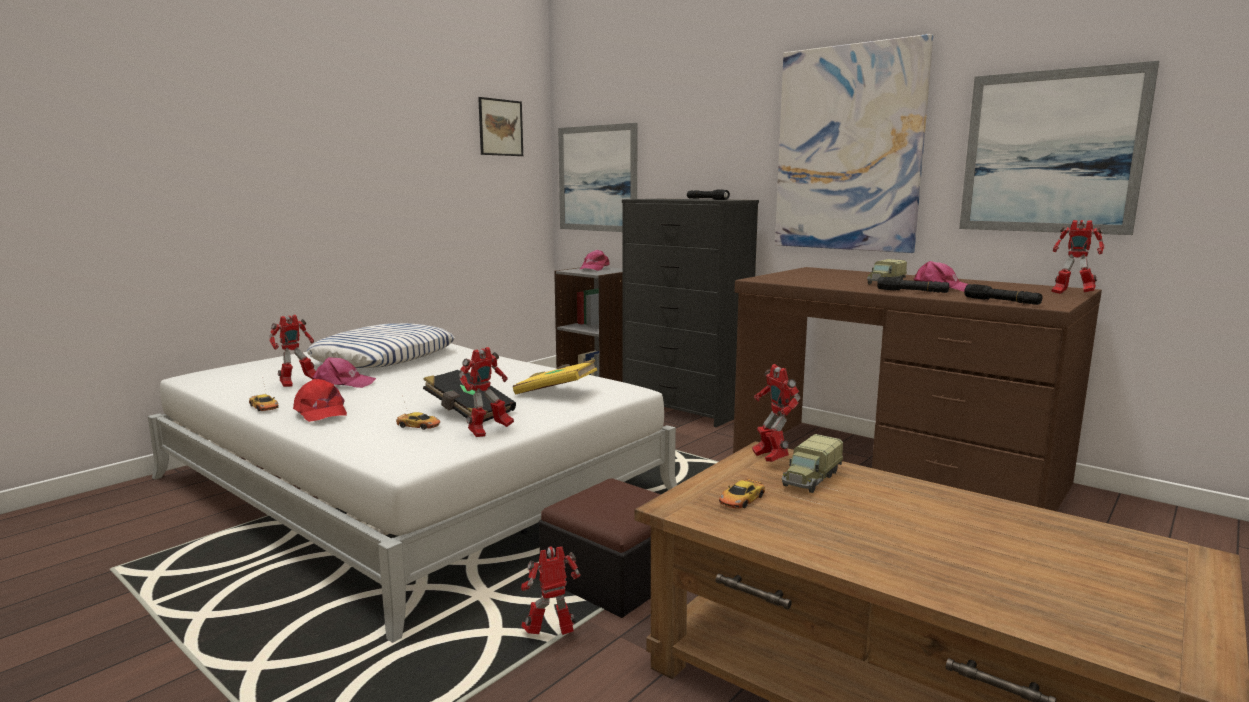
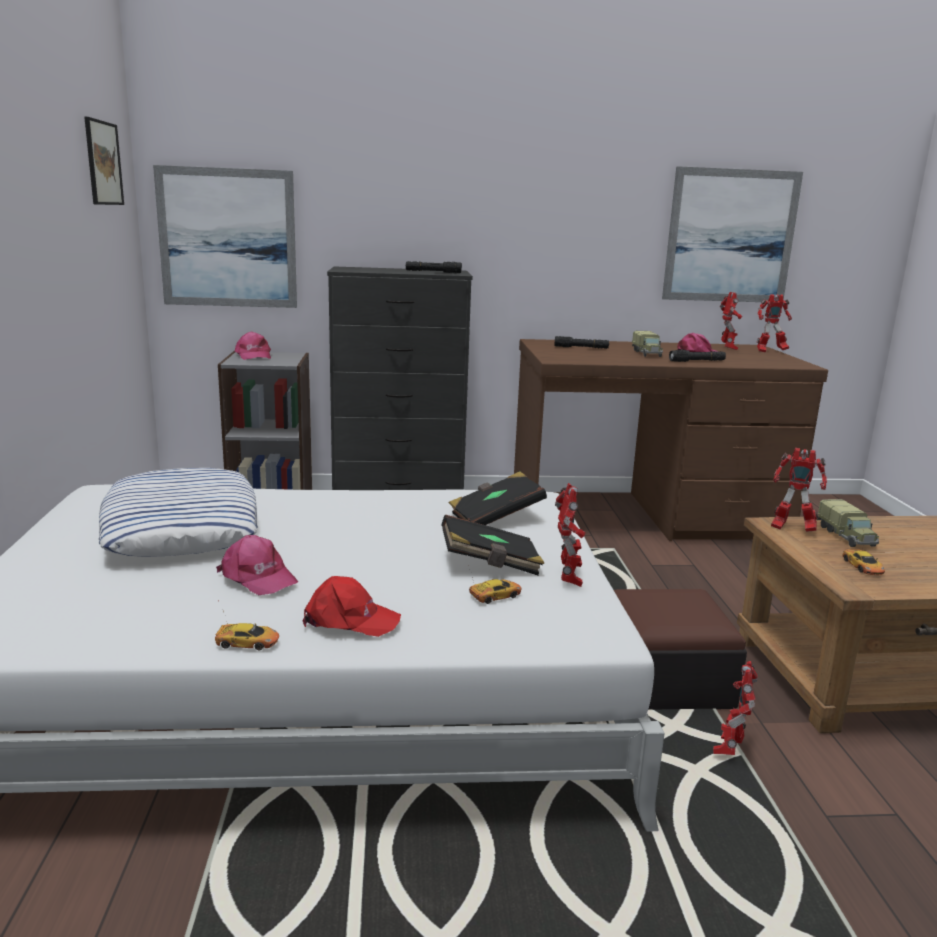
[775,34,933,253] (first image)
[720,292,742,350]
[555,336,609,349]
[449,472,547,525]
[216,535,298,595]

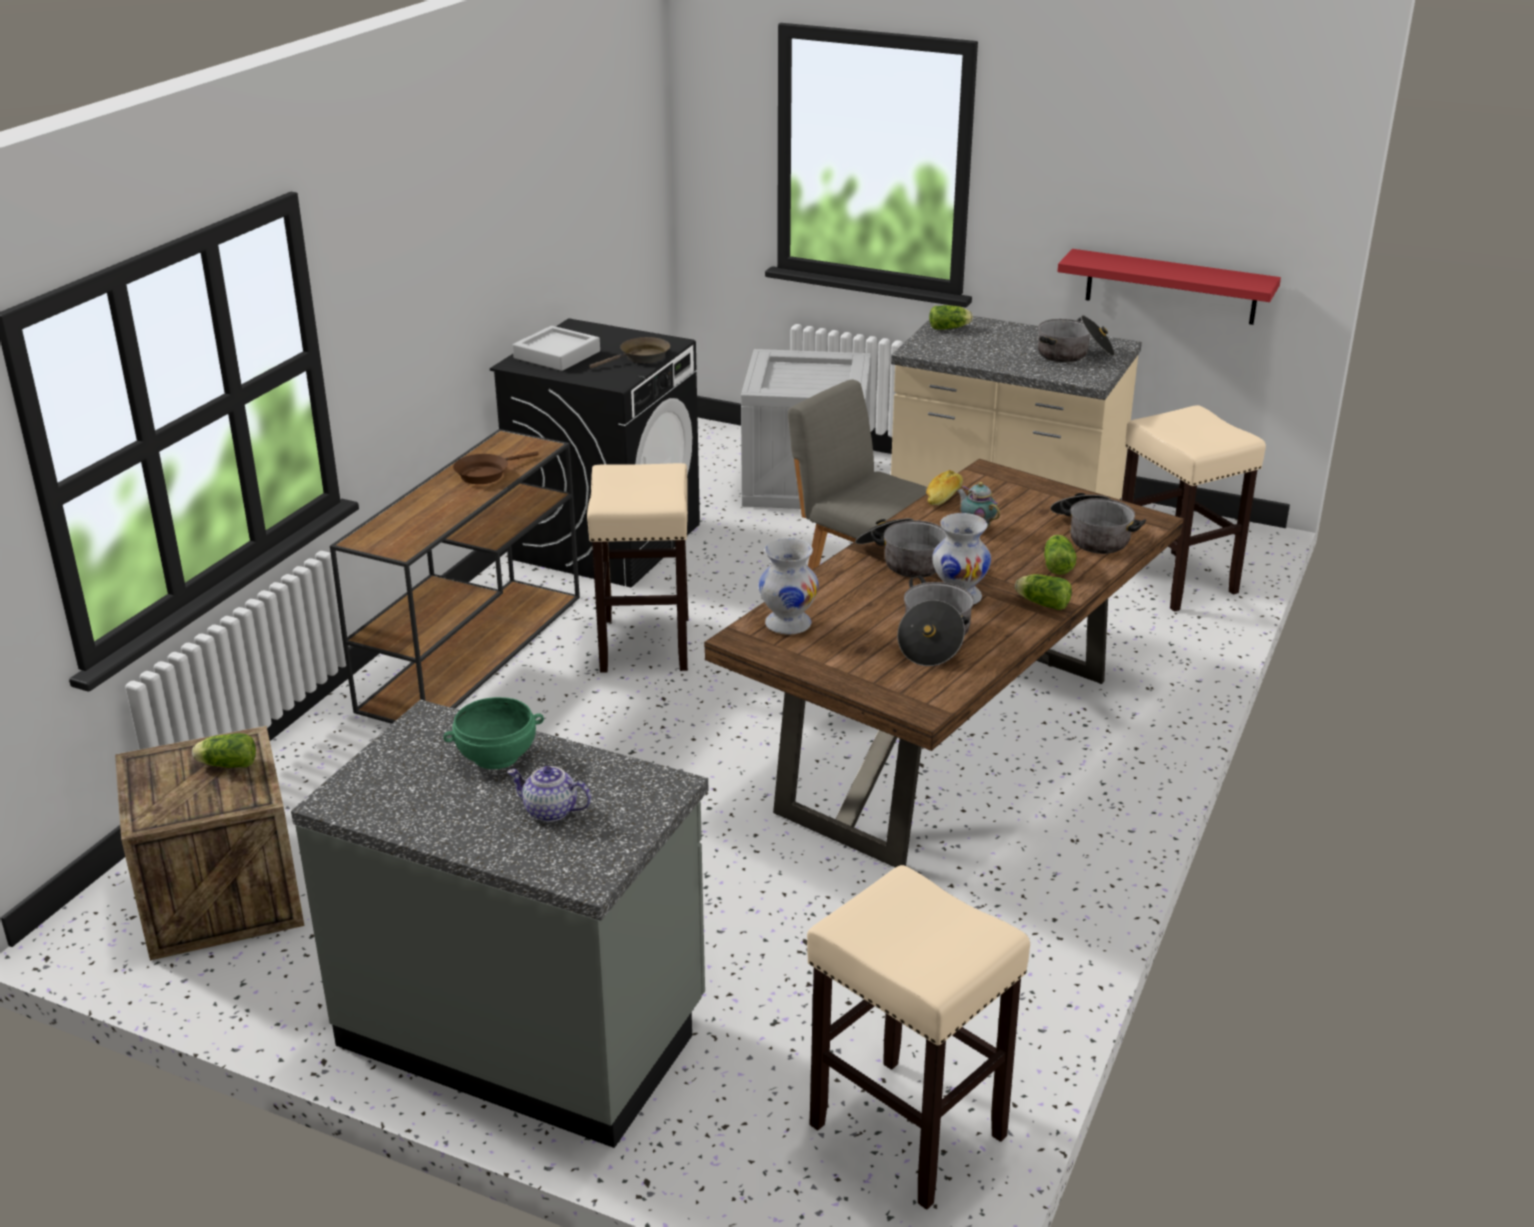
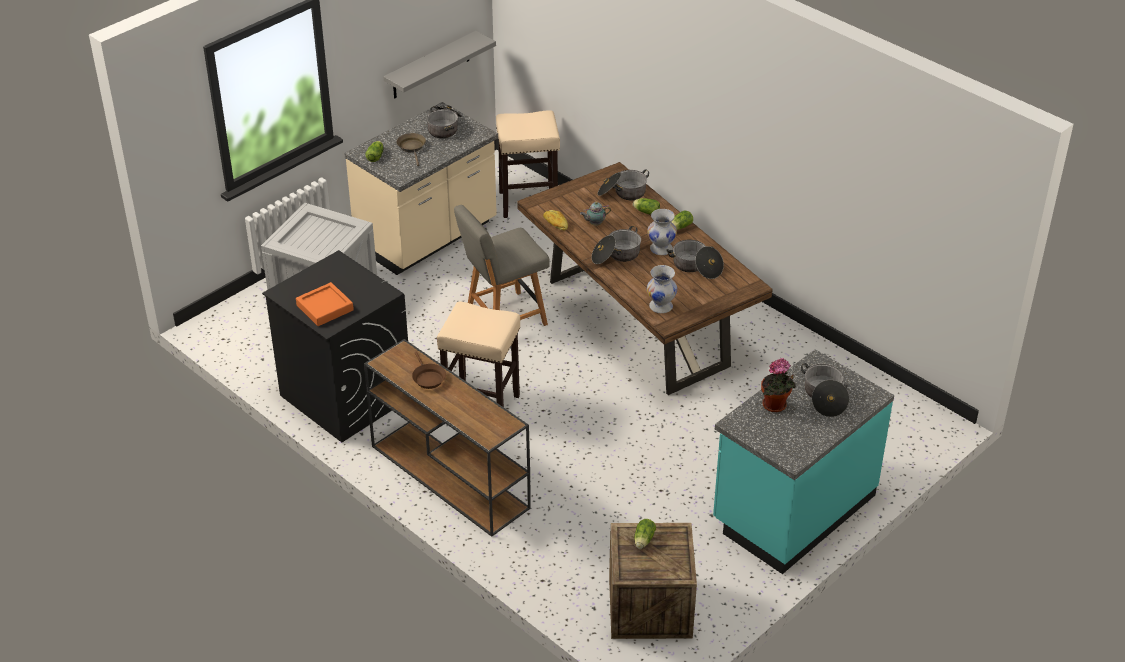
[807,865,1030,1210] (first image)
[397,133,426,166]
[761,358,796,412]
[801,363,850,417]
[713,349,894,574]
[296,282,354,326]
[384,31,496,99]

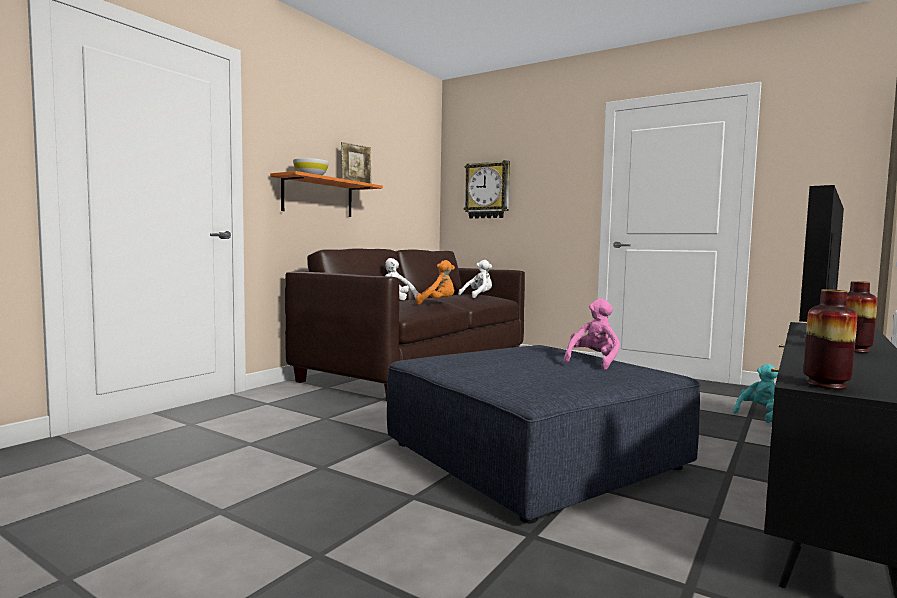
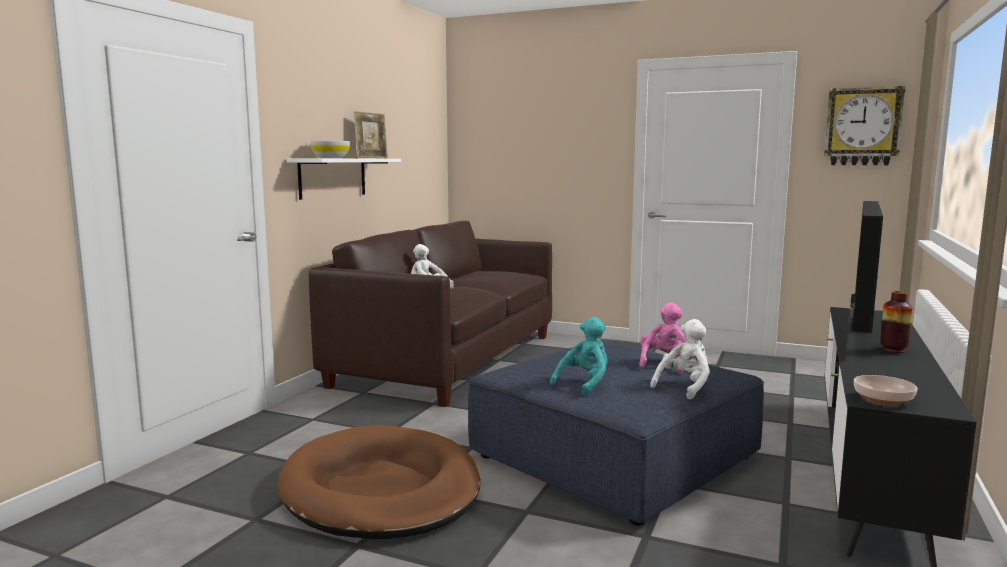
[416,260,455,305] (first image)
[278,425,480,539]
[650,319,710,399]
[824,86,905,165]
[550,317,607,396]
[854,375,918,406]
[287,159,401,200]

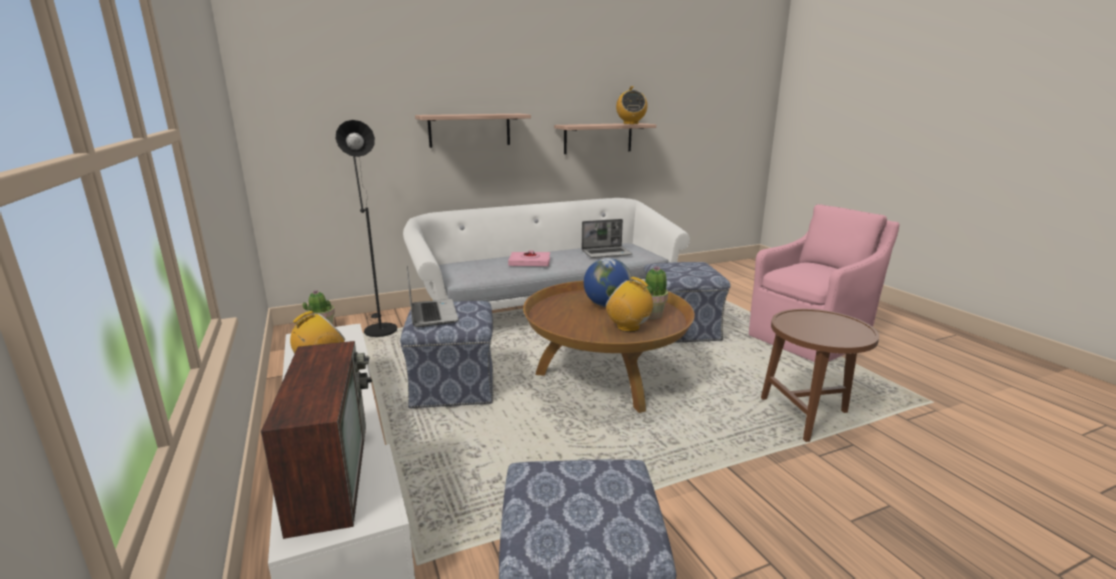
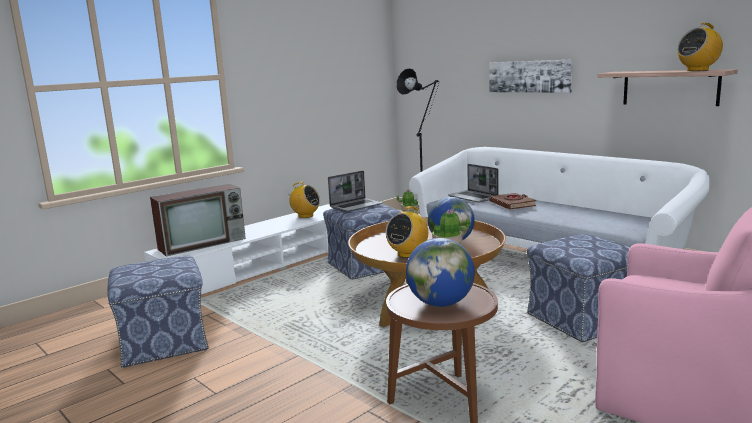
[406,238,475,307]
[448,164,498,203]
[489,59,573,93]
[489,193,536,209]
[386,206,428,258]

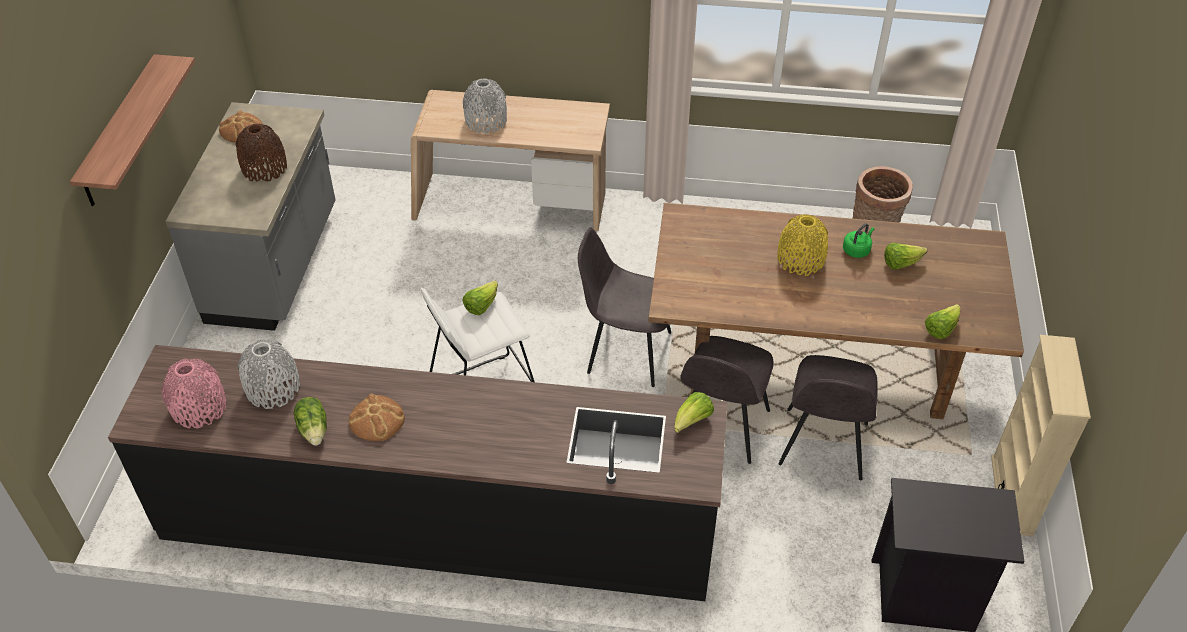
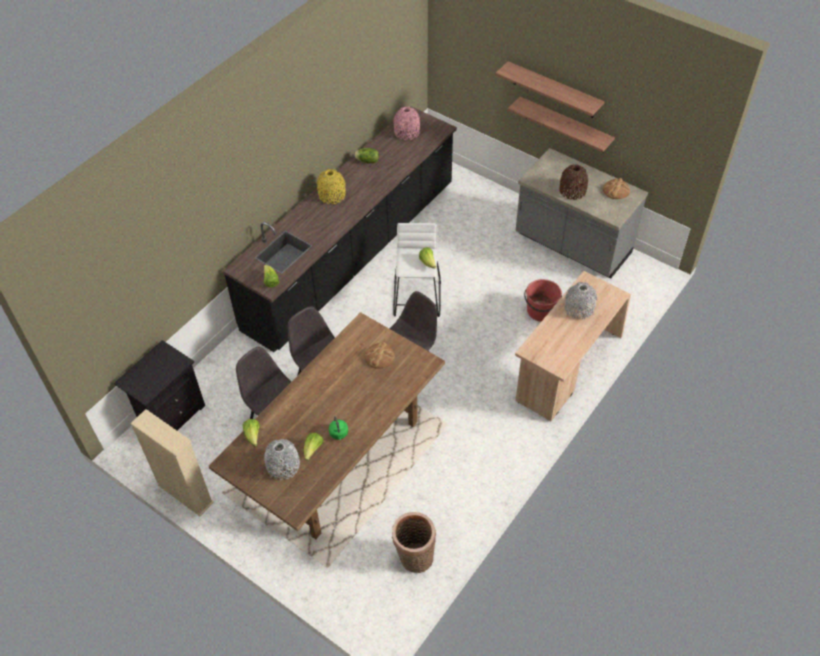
[508,97,615,153]
[524,279,562,321]
[264,439,300,480]
[364,342,395,369]
[317,169,346,204]

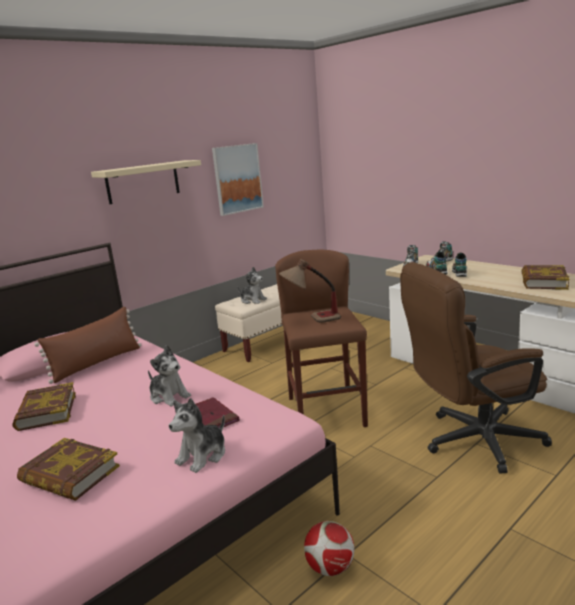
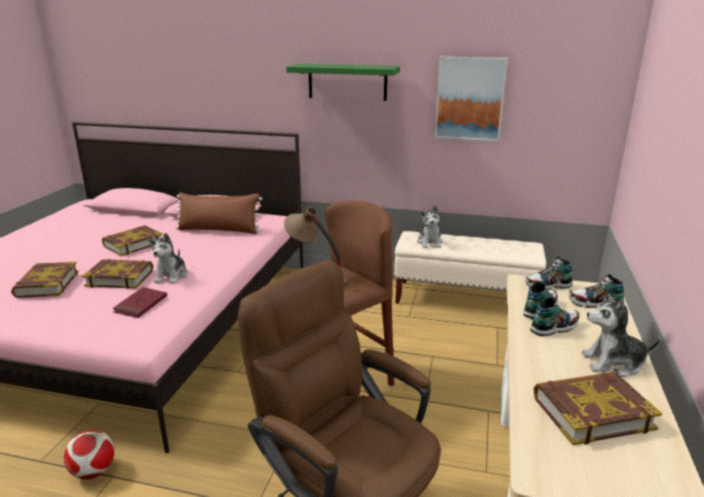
[82,259,153,289]
[582,294,660,377]
[286,64,400,101]

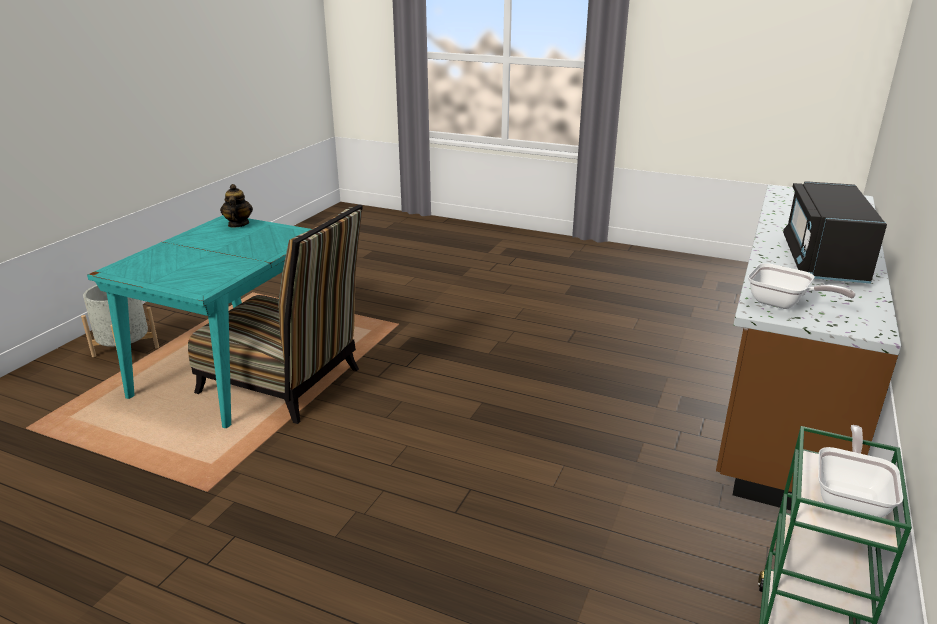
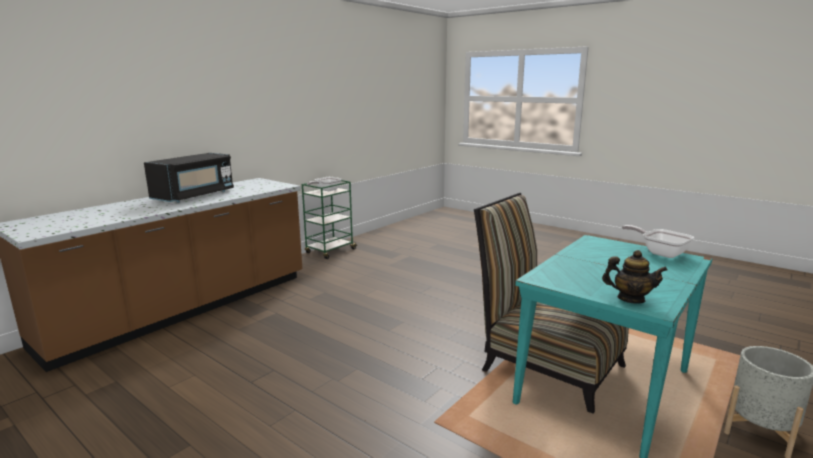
[622,225,694,258]
[602,250,668,304]

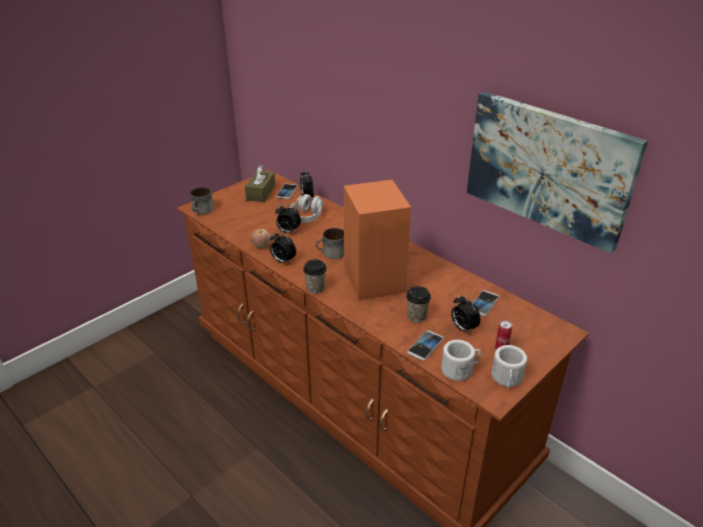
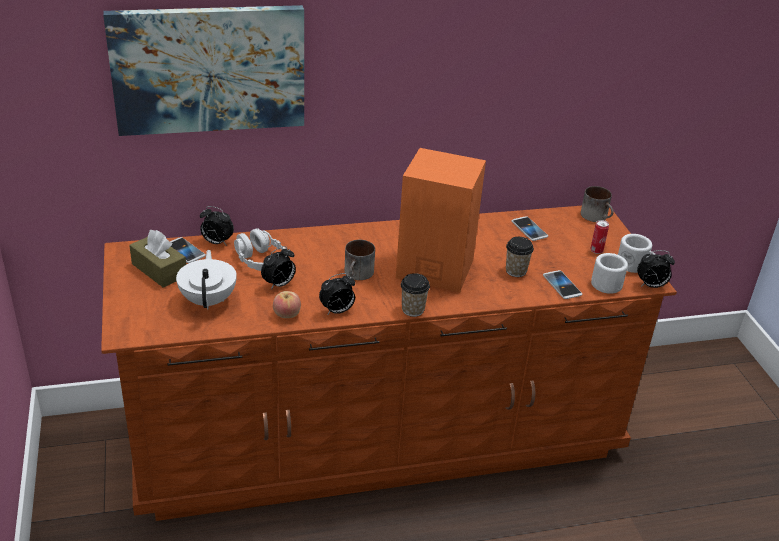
[176,250,237,310]
[581,186,614,222]
[637,250,675,288]
[103,5,304,136]

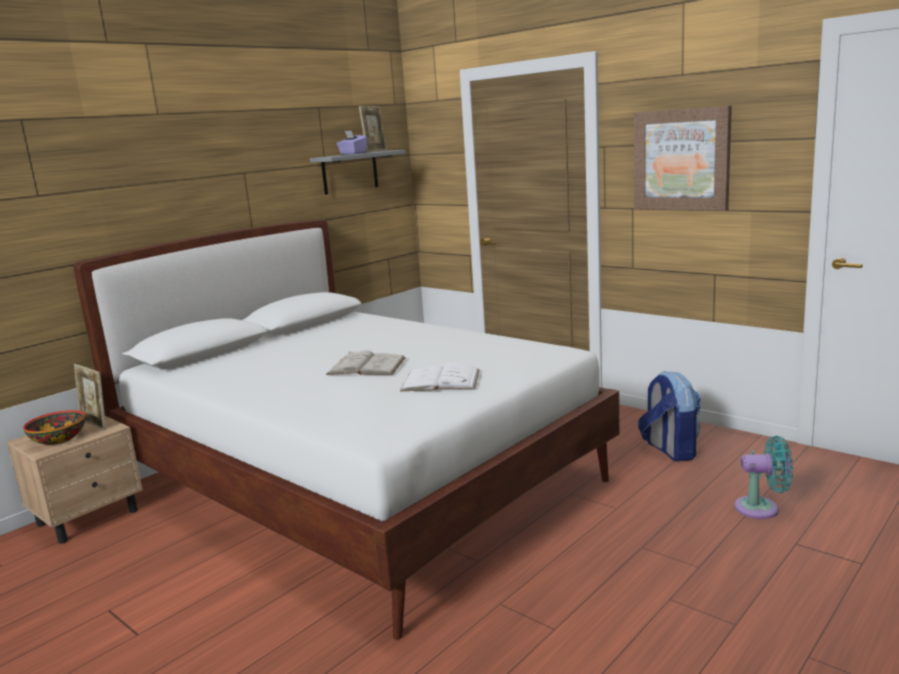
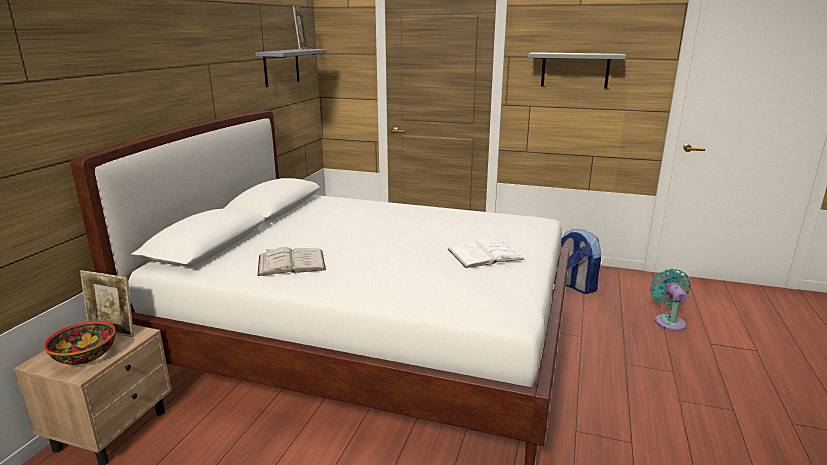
[336,131,367,155] (first image)
[257,247,326,276]
[528,52,626,88]
[650,269,691,331]

